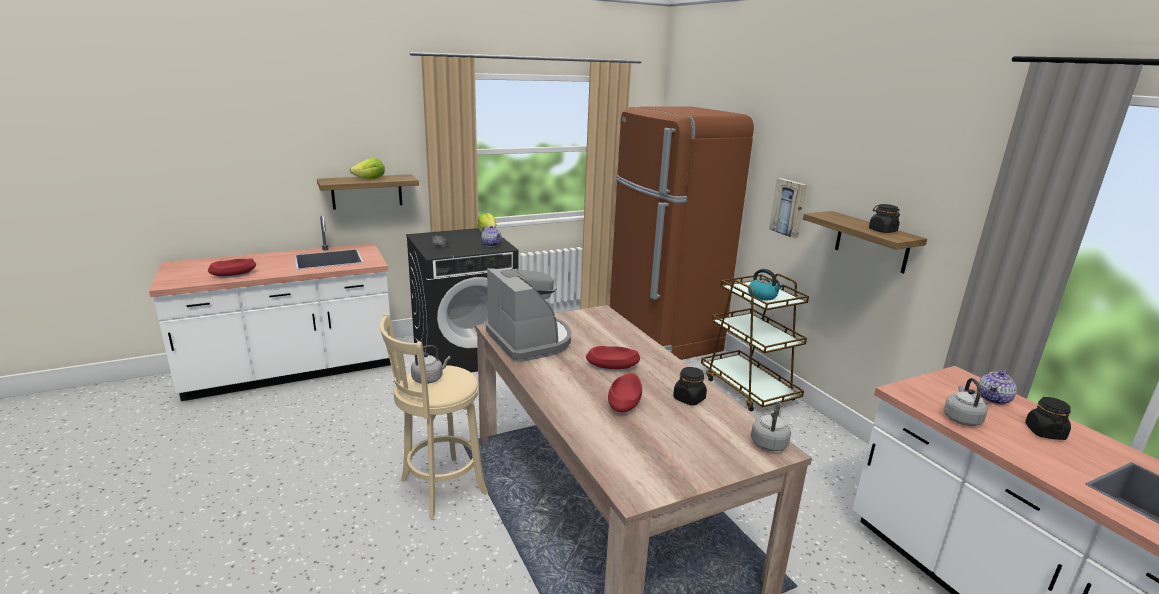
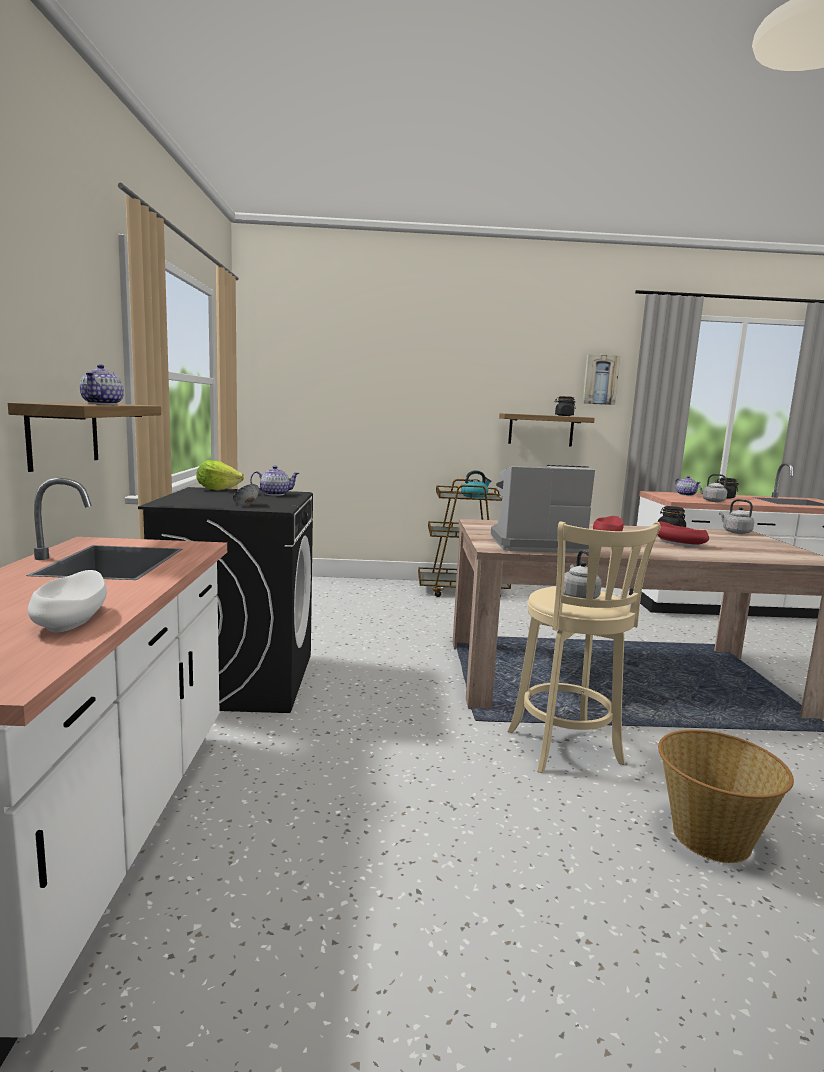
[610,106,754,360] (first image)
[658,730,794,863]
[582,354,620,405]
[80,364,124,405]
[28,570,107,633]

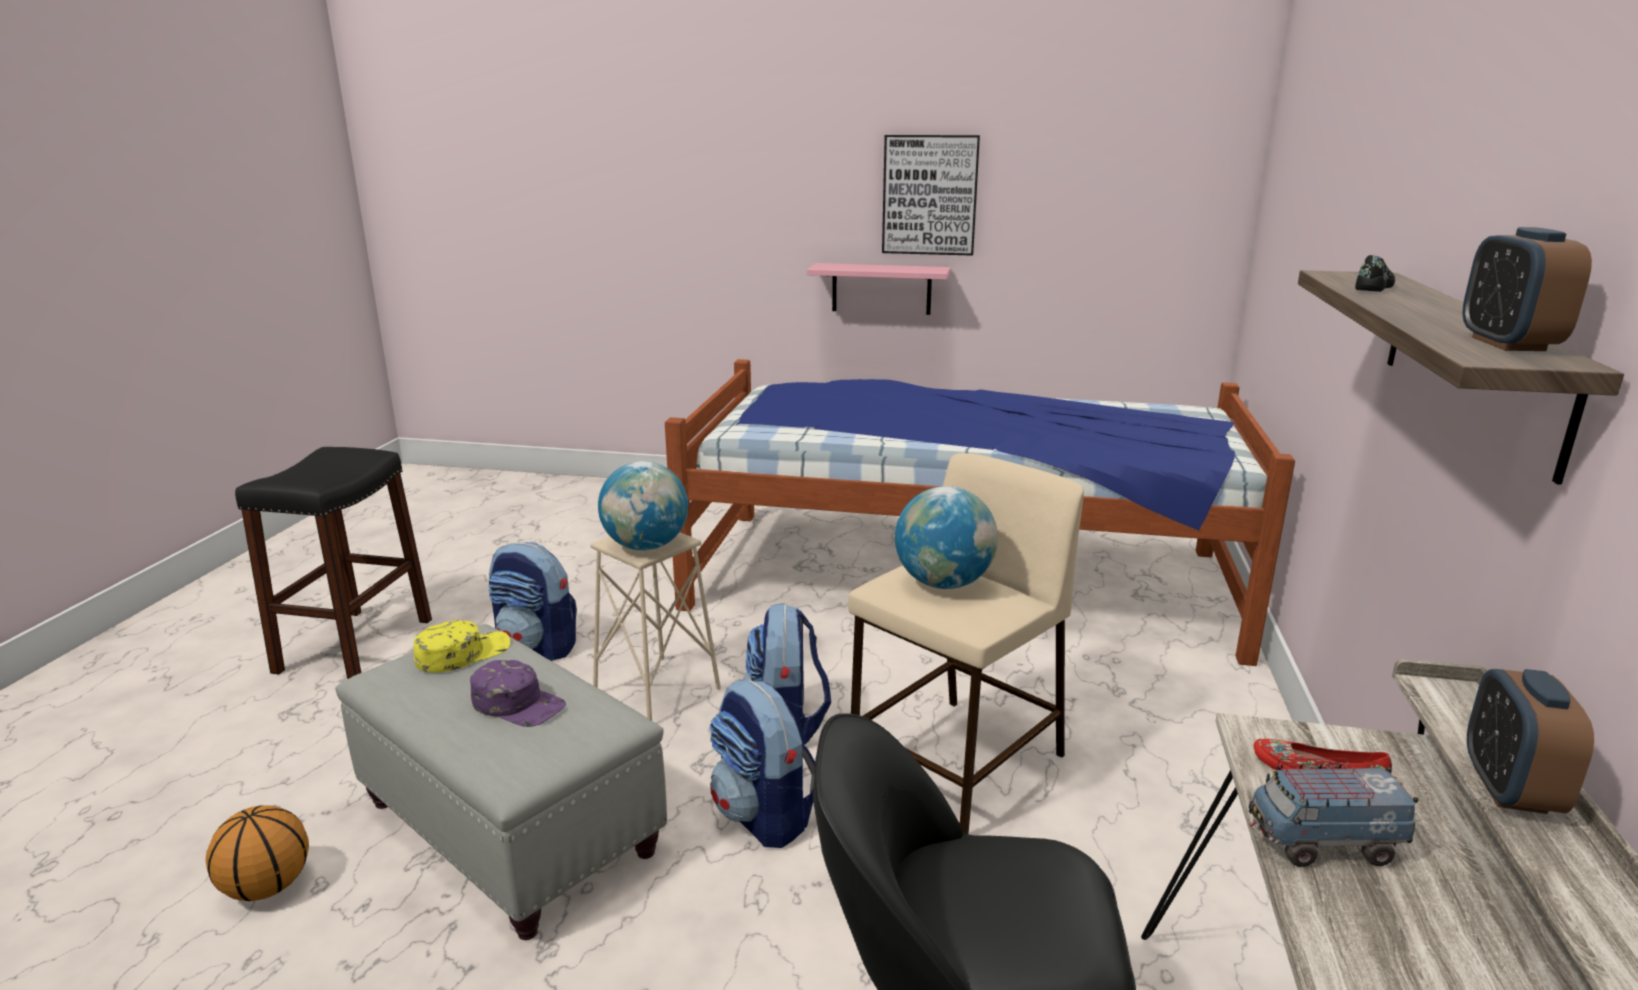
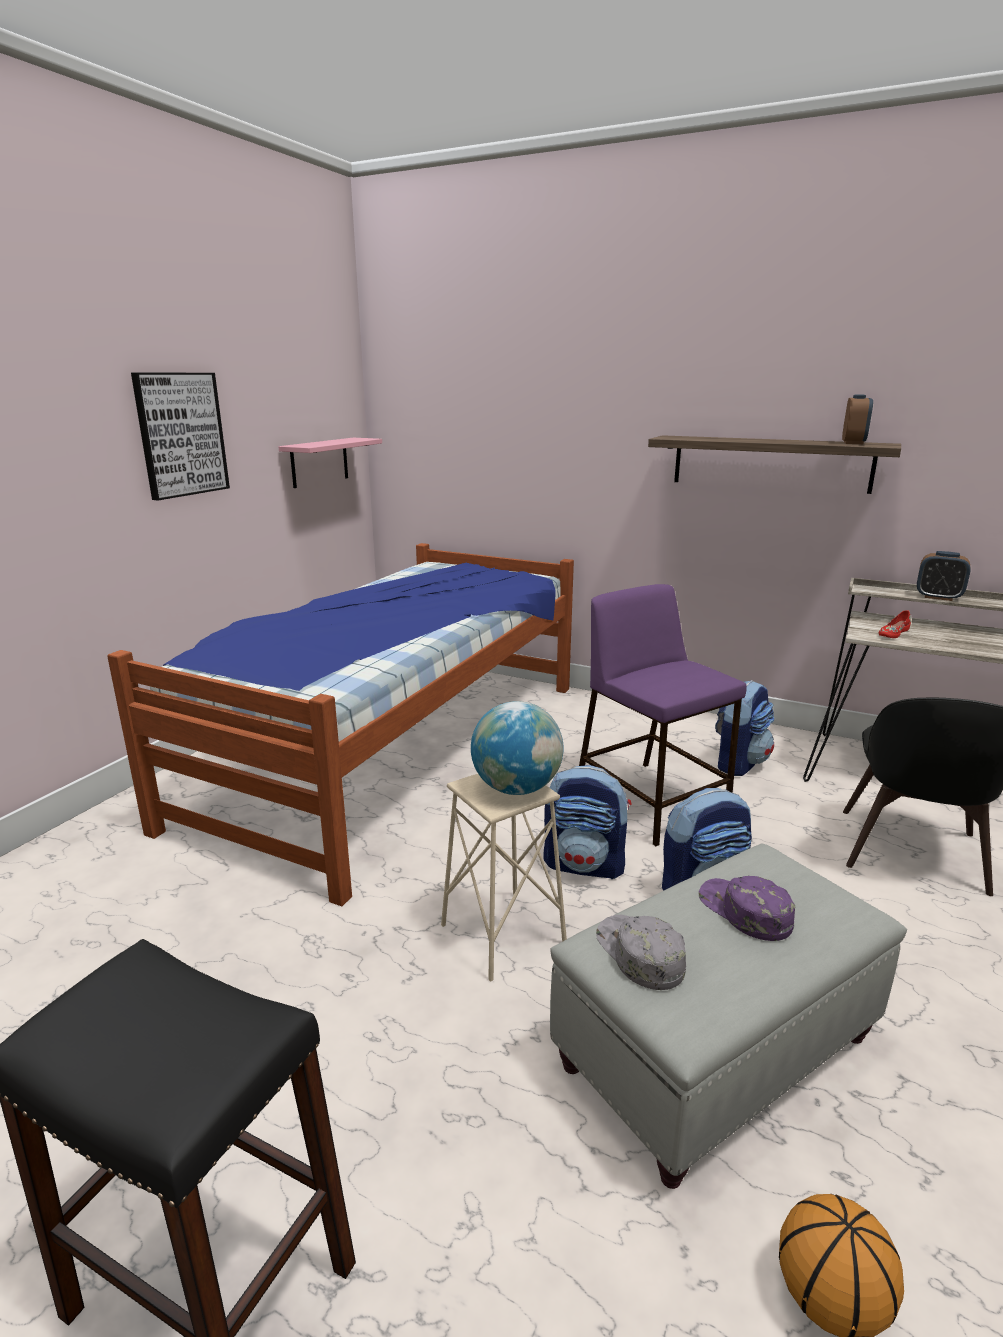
[895,486,998,589] (first image)
[1248,759,1419,867] (first image)
[1355,255,1395,292] (first image)
[715,680,774,776]
[279,438,382,488]
[596,915,686,990]
[579,584,747,846]
[699,876,795,941]
[842,394,873,444]

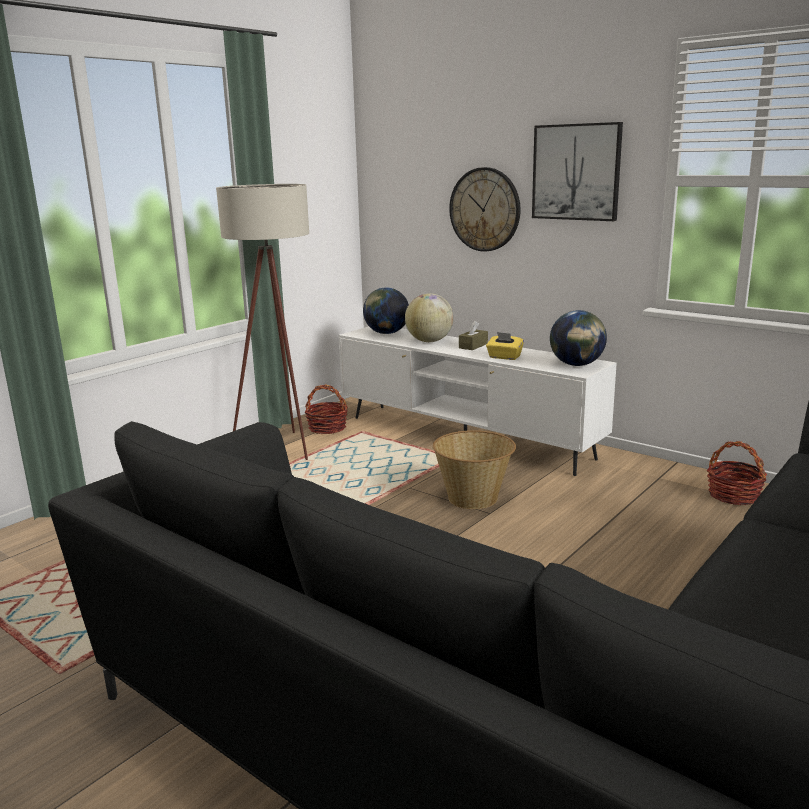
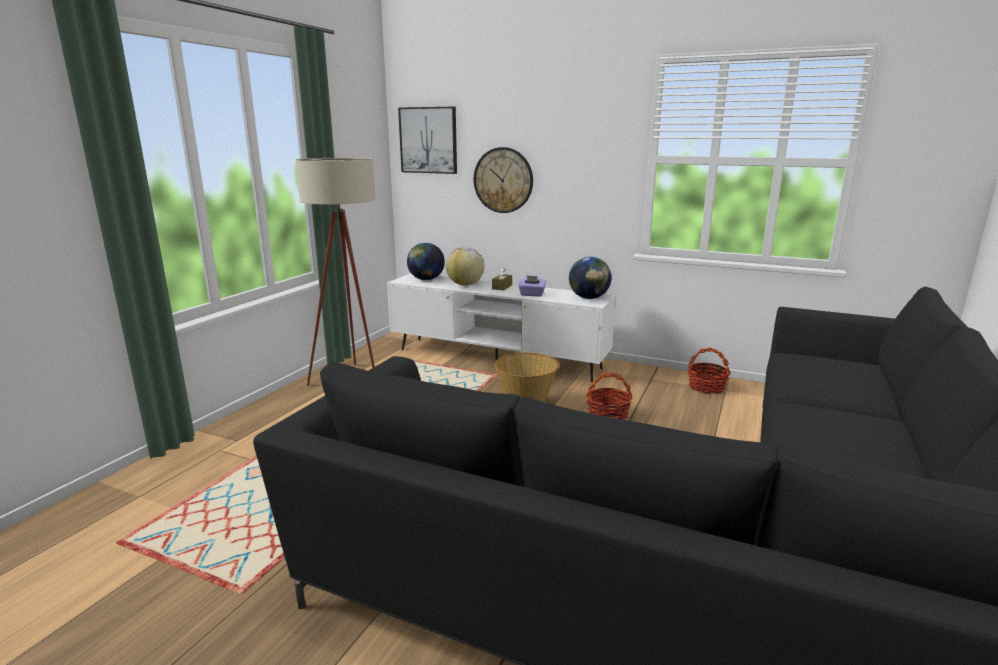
[586,372,633,420]
[398,107,457,174]
[518,275,546,297]

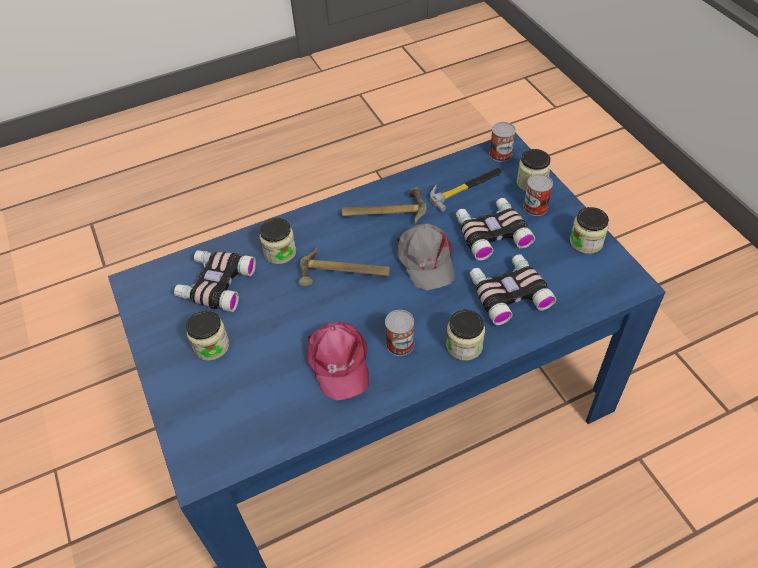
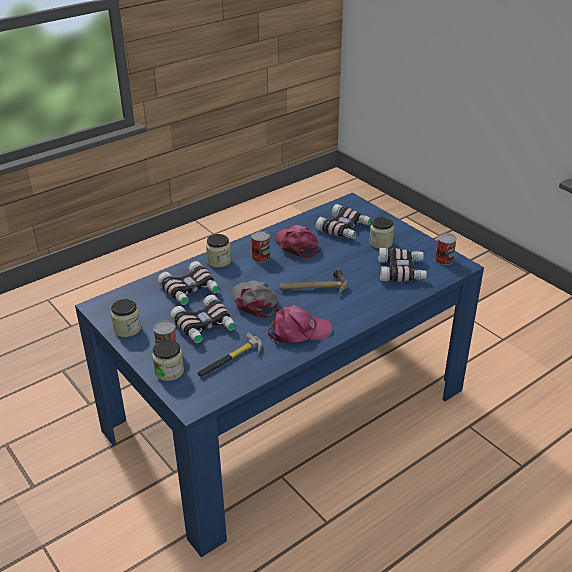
[260,218,296,264] (first image)
[315,204,372,239]
[435,233,457,265]
[268,305,332,344]

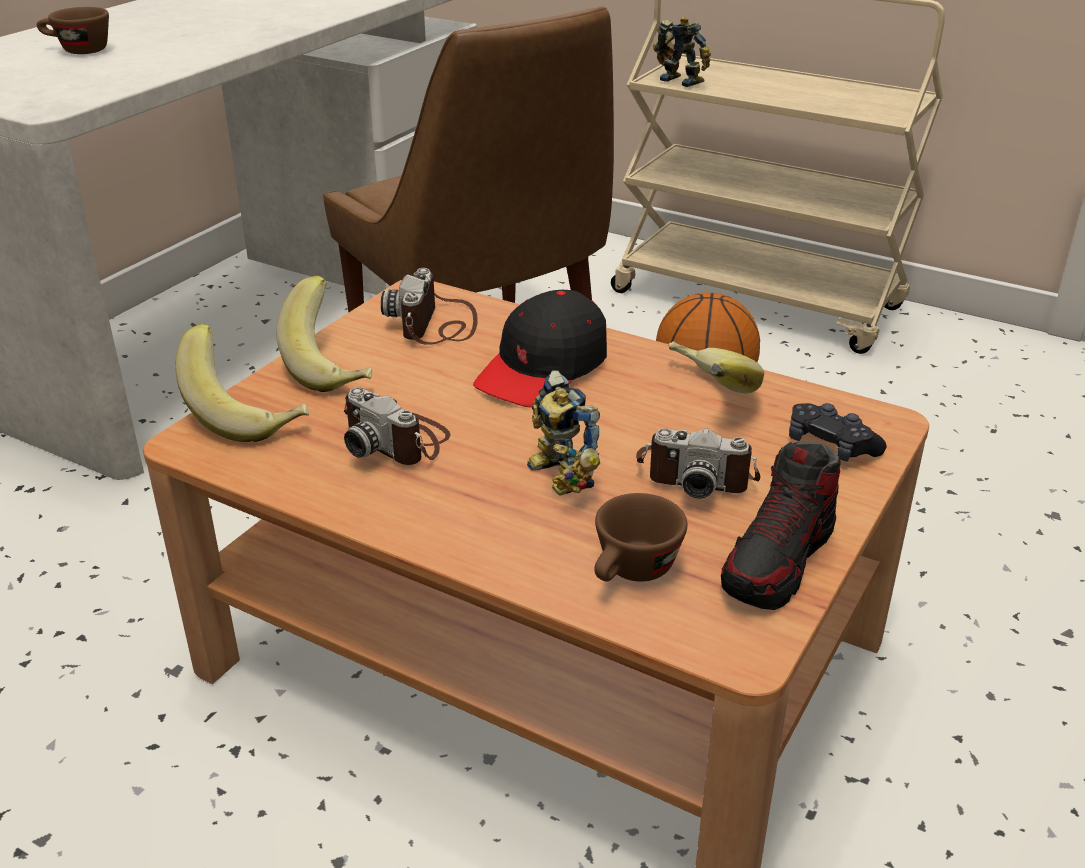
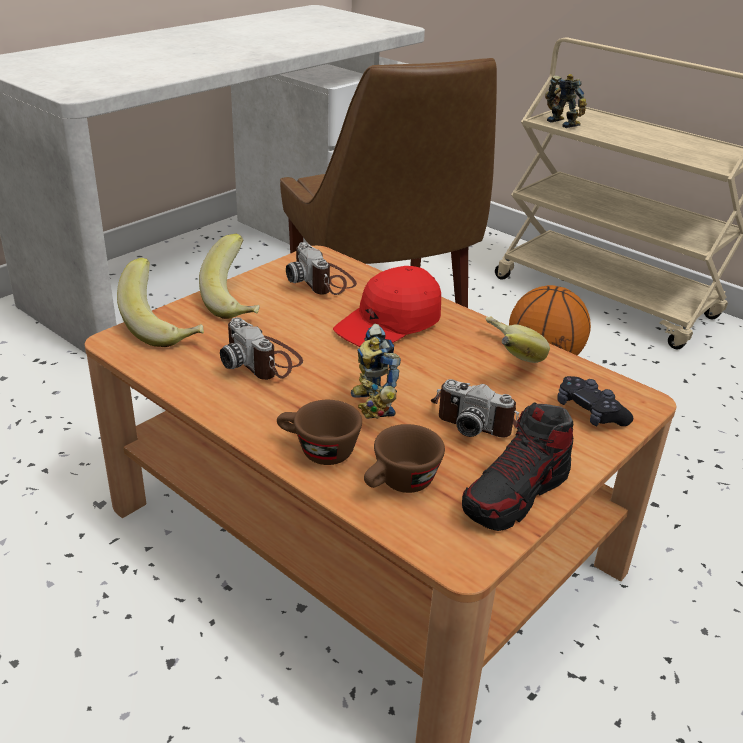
[277,400,362,465]
[333,266,441,347]
[286,242,357,295]

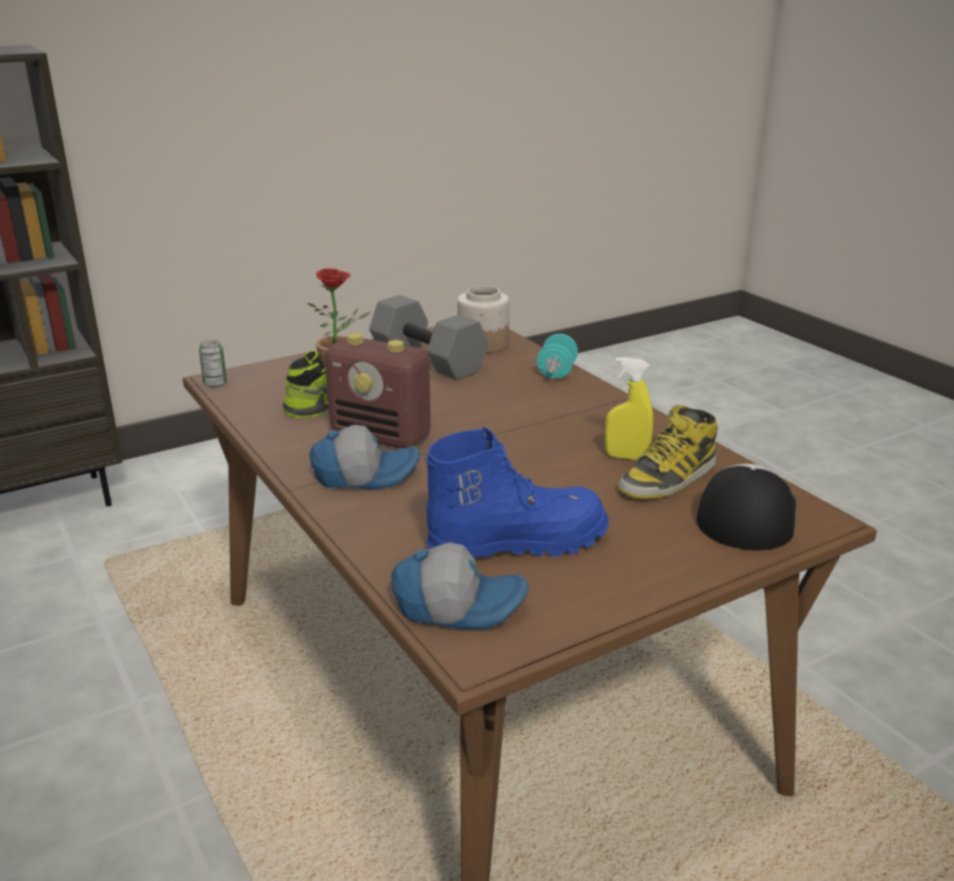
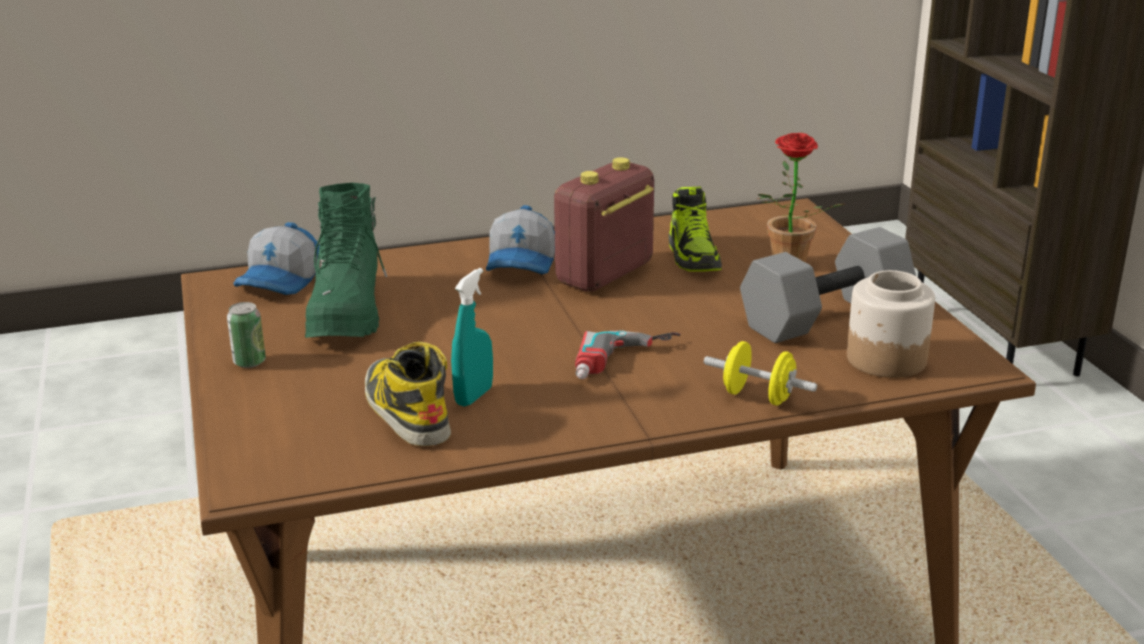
[697,464,796,550] (first image)
[575,330,681,379]
[227,302,266,368]
[305,183,387,338]
[704,341,817,405]
[451,268,493,407]

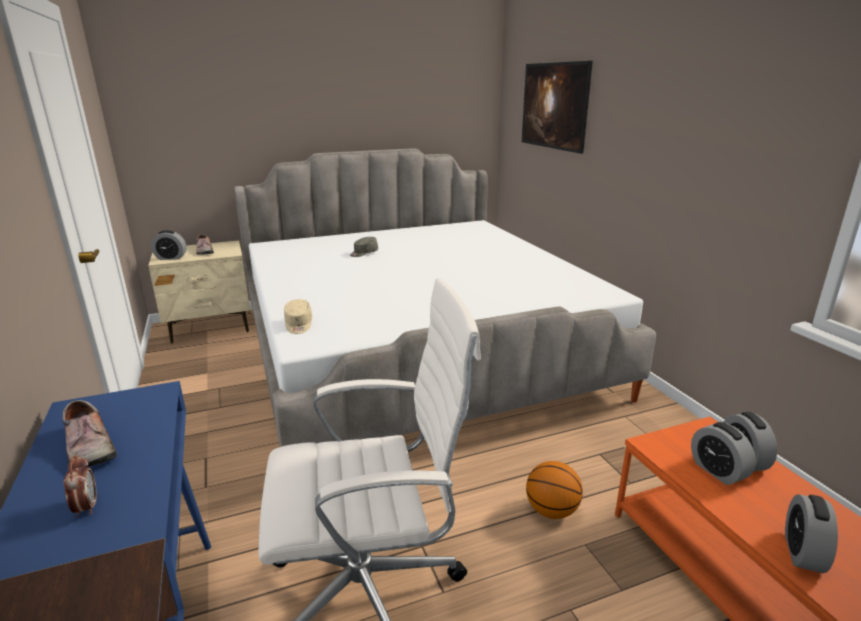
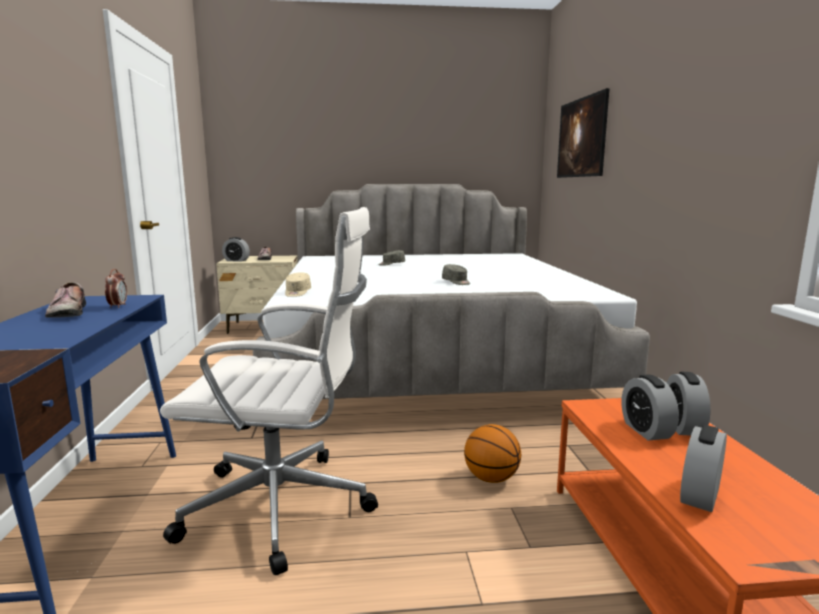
[442,264,470,285]
[105,269,127,308]

